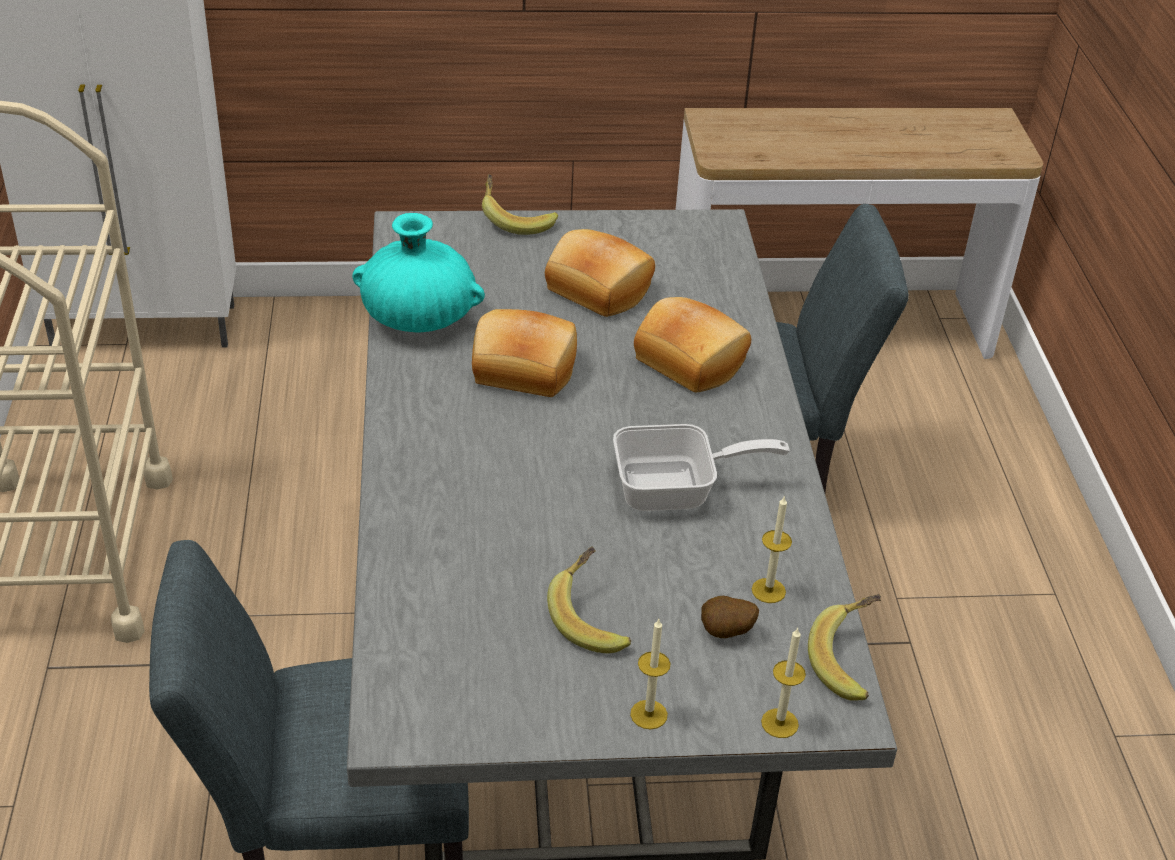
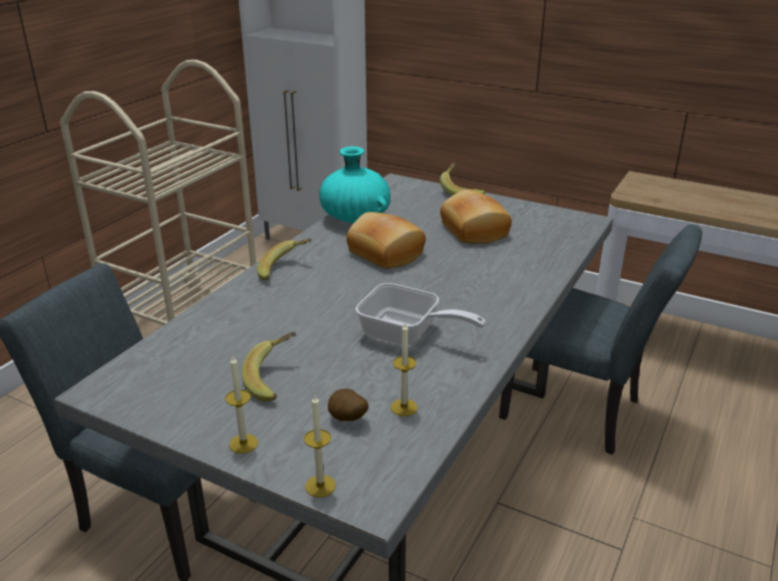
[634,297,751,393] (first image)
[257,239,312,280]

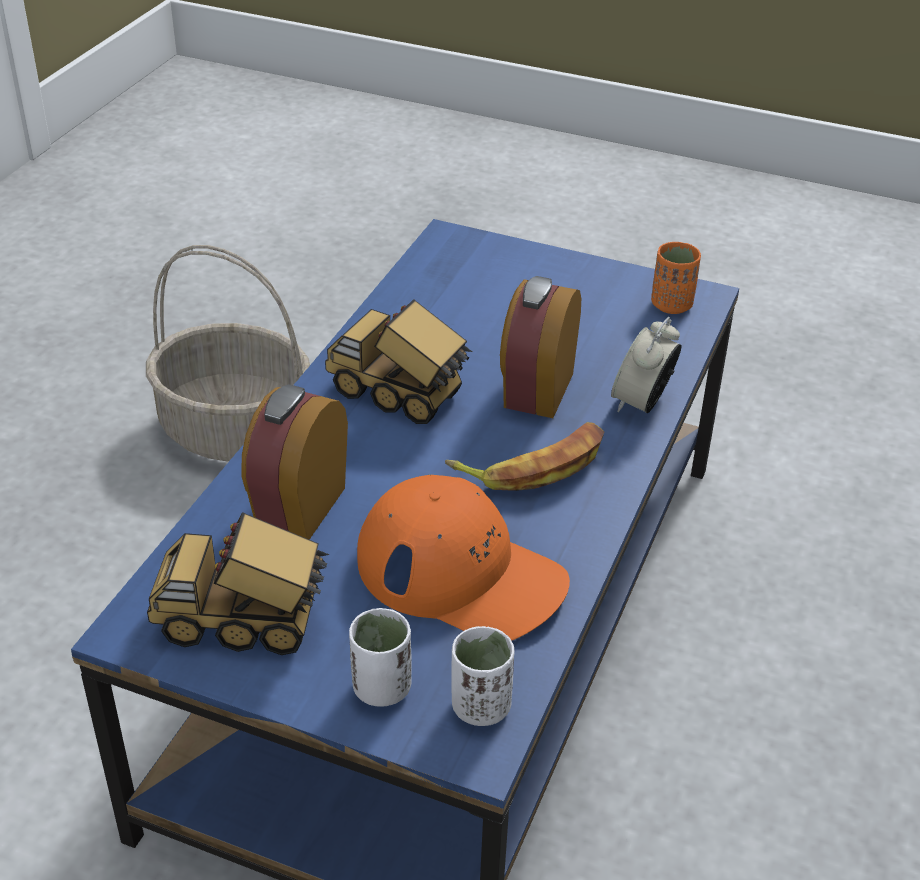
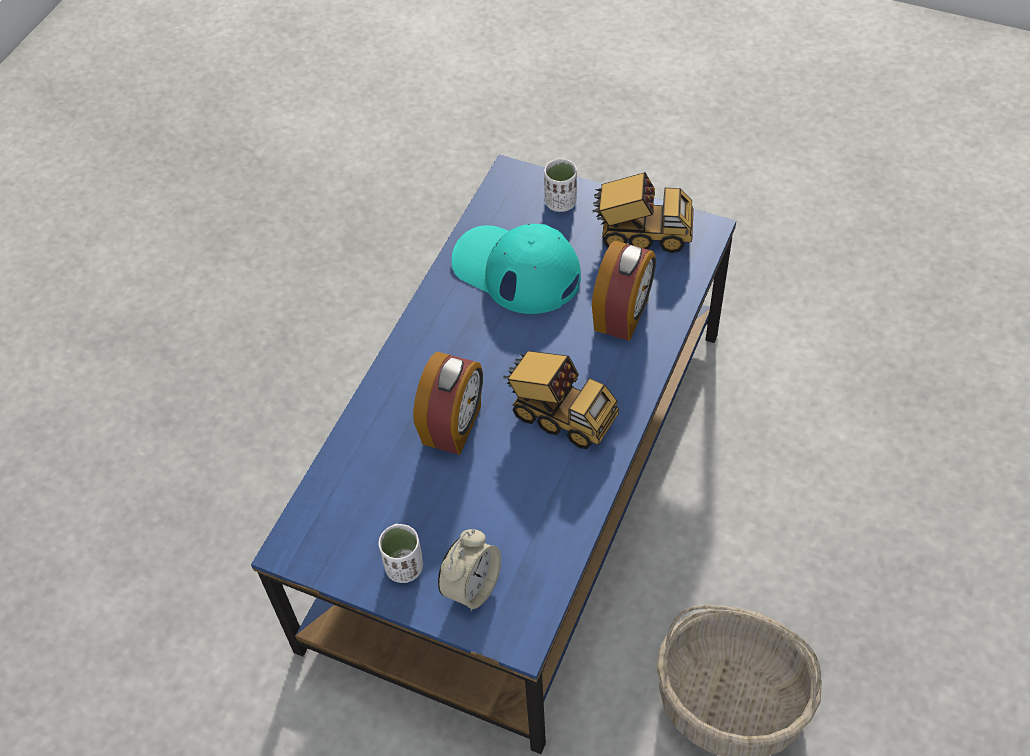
[452,224,581,314]
[445,422,604,491] (first image)
[378,524,423,583]
[438,529,501,611]
[651,242,701,314] (first image)

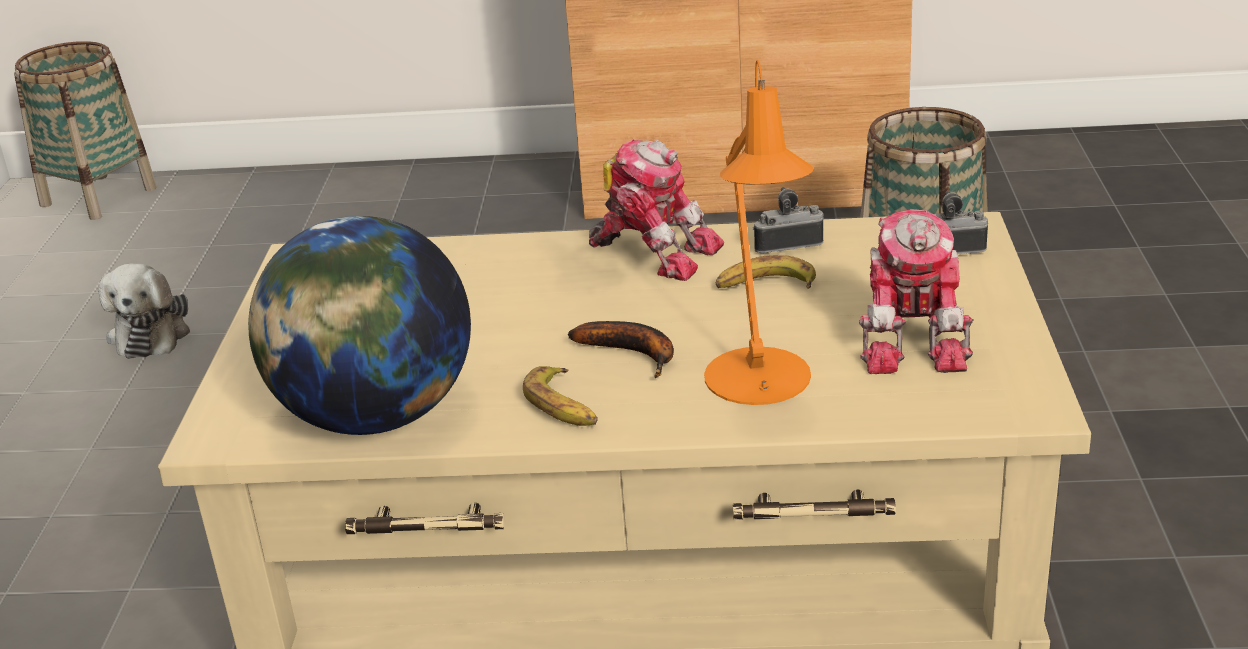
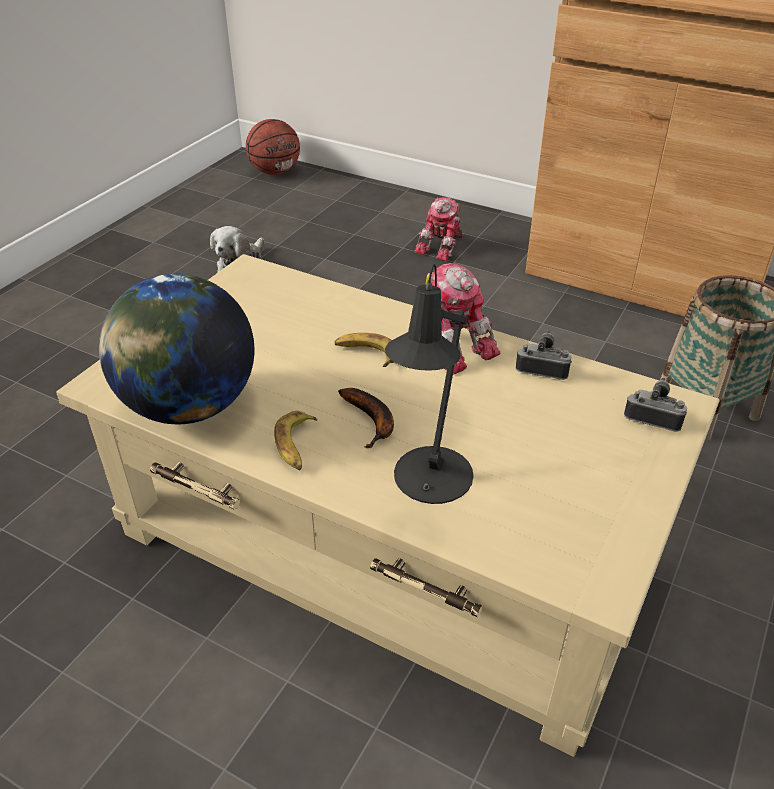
[246,119,300,175]
[385,264,474,504]
[334,333,394,367]
[414,197,464,262]

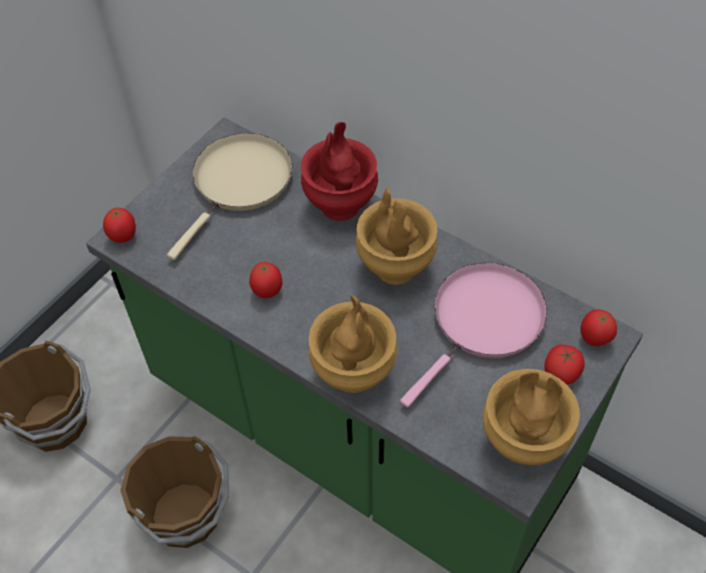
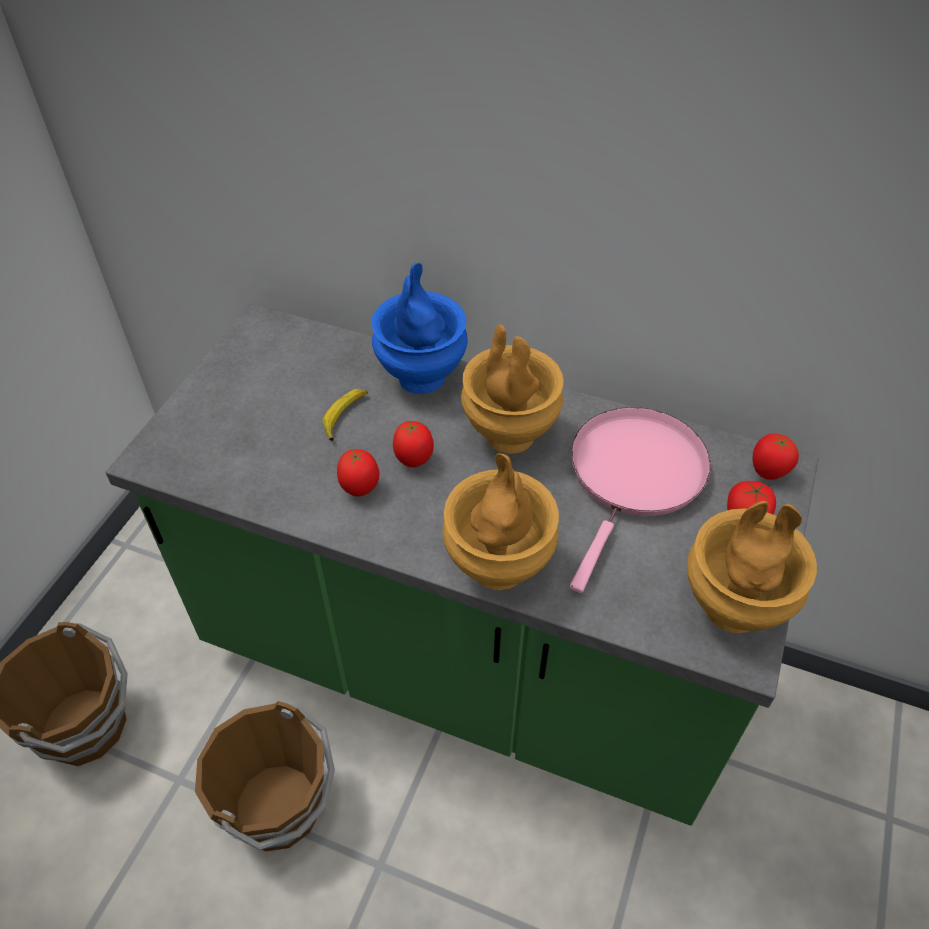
[393,420,434,467]
[167,133,293,260] (first image)
[371,263,468,394]
[322,389,368,441]

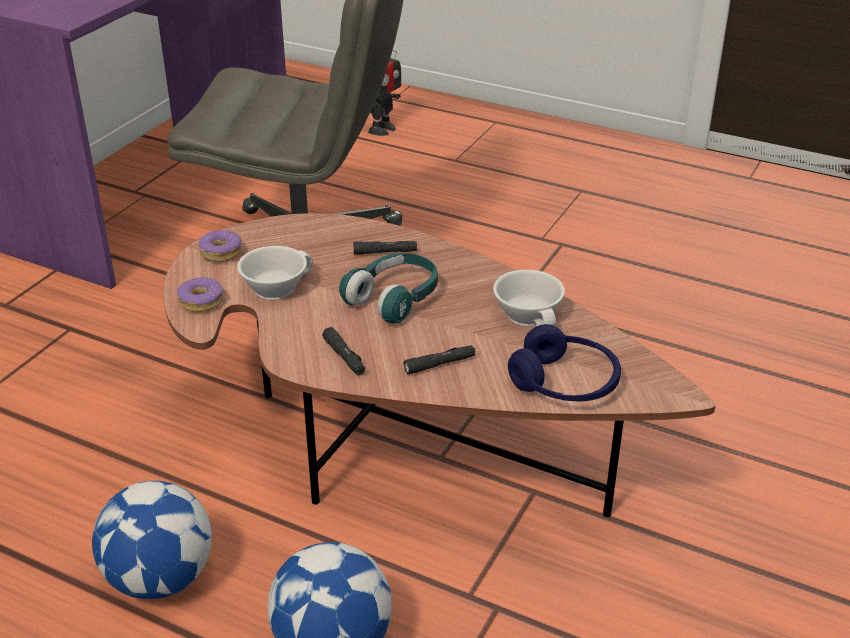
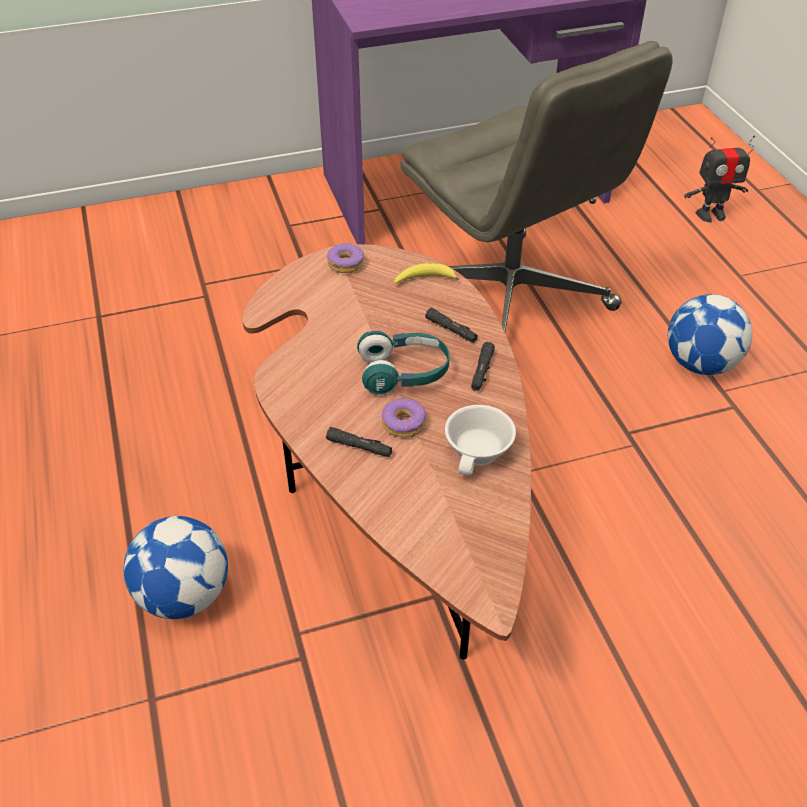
[668,294,752,375]
[382,399,426,437]
[237,246,313,300] (first image)
[471,342,495,391]
[508,324,621,401] (first image)
[394,263,459,284]

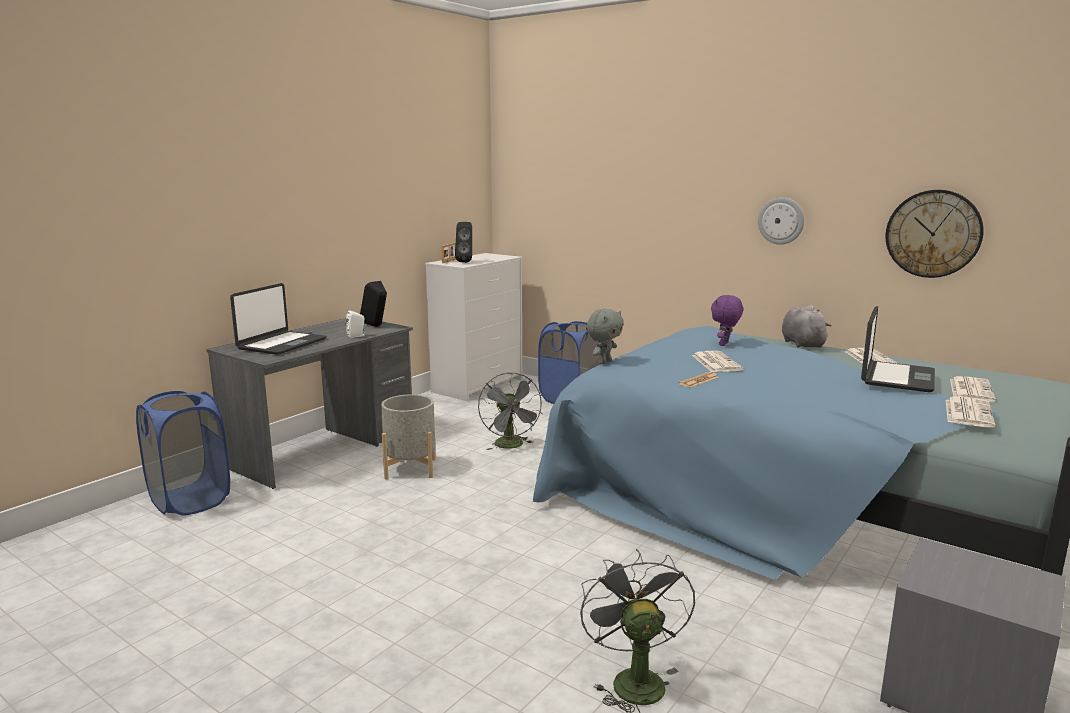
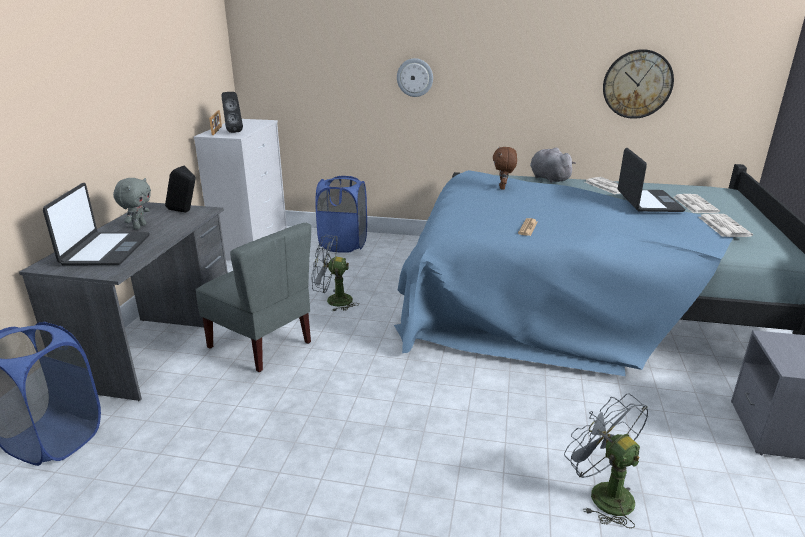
[346,310,365,338] (first image)
[196,223,311,372]
[312,235,359,311]
[113,178,151,229]
[692,351,744,372] (first image)
[493,147,517,190]
[397,58,433,97]

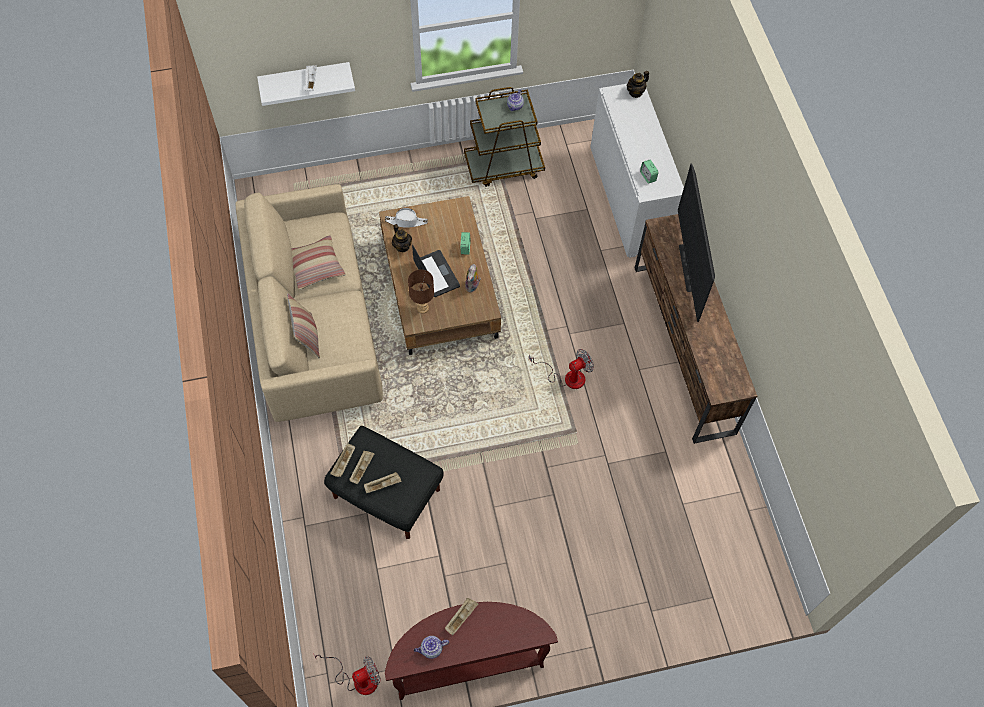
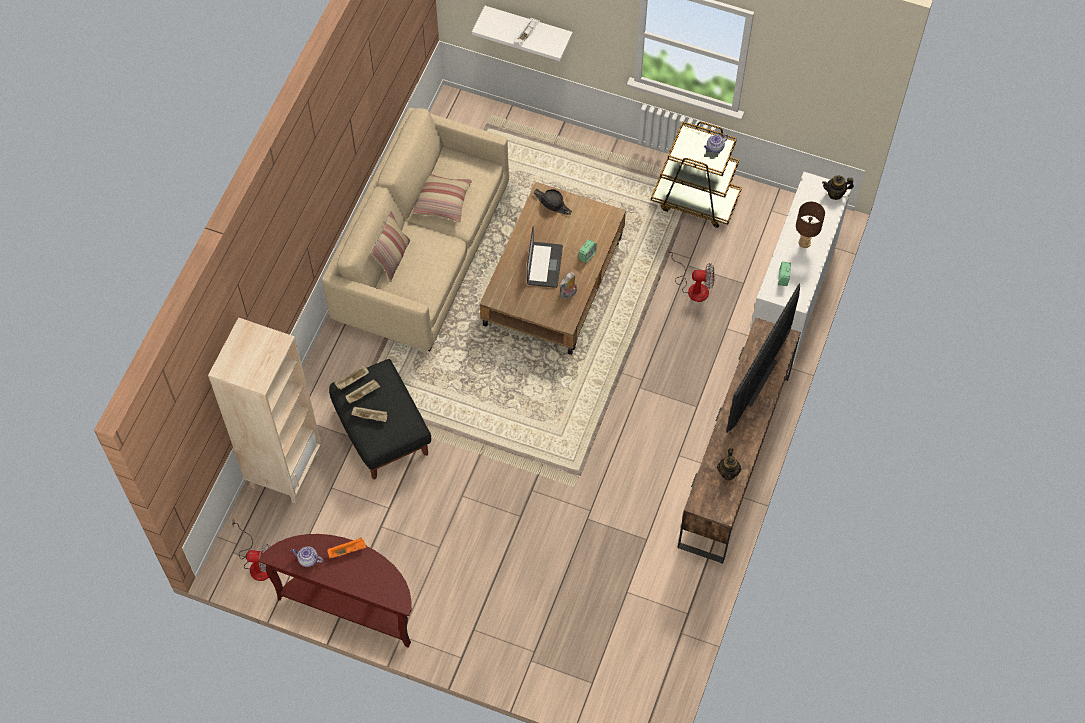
[533,189,572,215]
[717,448,741,480]
[796,202,825,248]
[327,537,366,558]
[668,248,715,302]
[208,317,321,503]

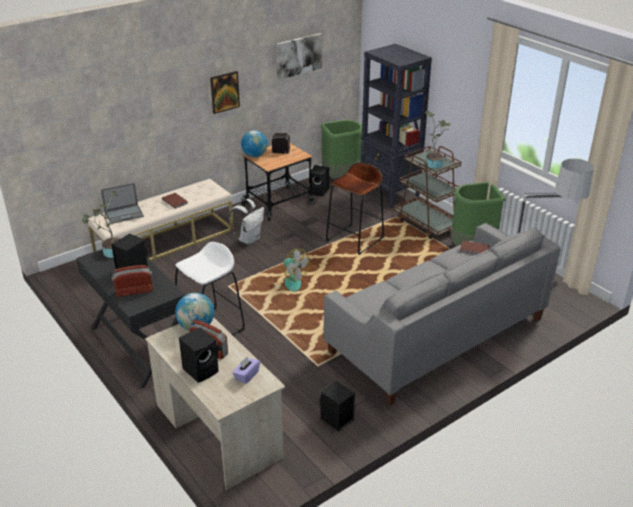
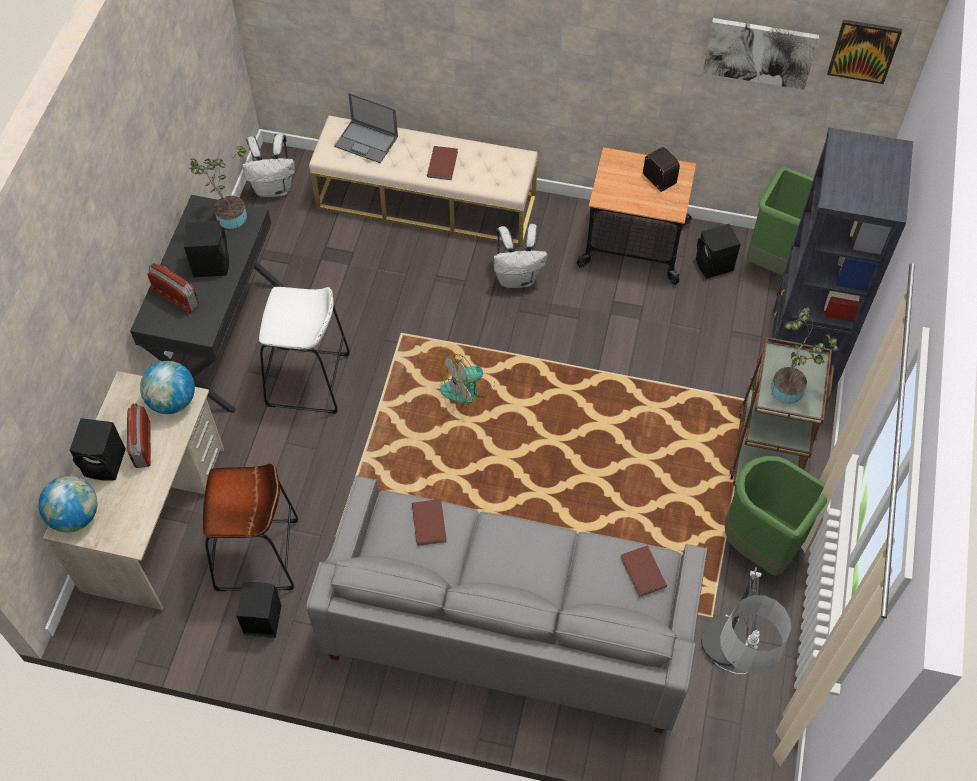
[827,20,902,84]
[233,357,260,384] (first image)
[38,476,98,532]
[440,353,495,405]
[203,463,298,591]
[242,133,295,198]
[412,499,447,546]

